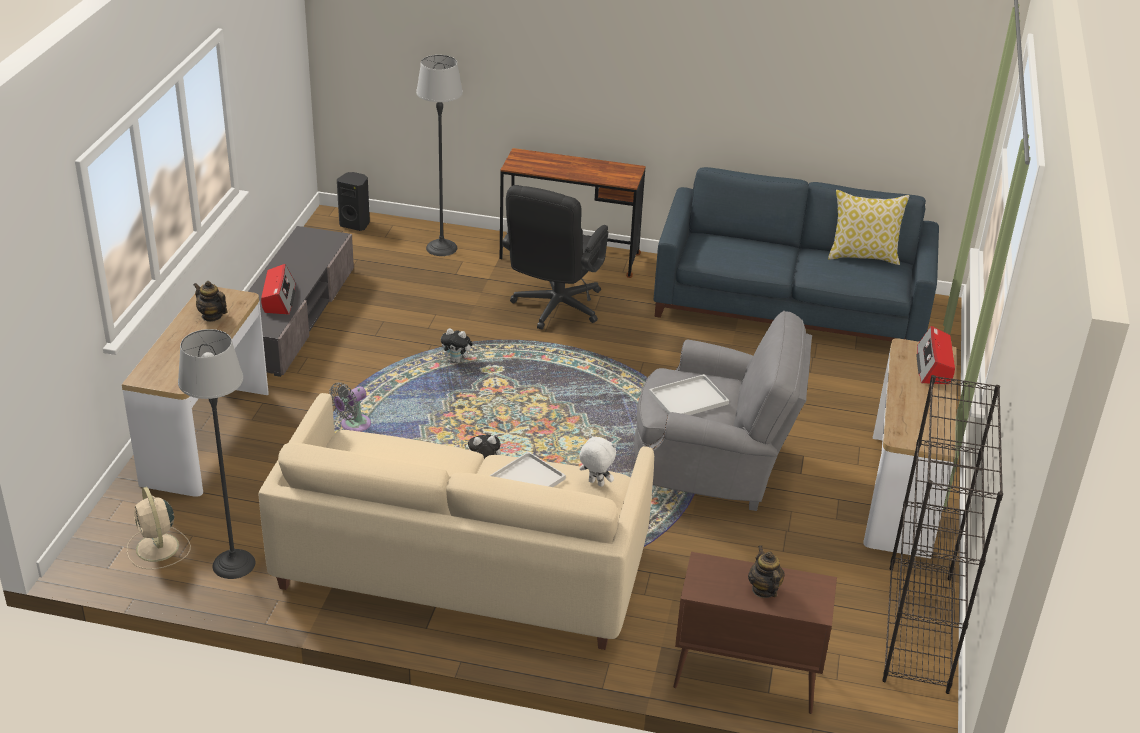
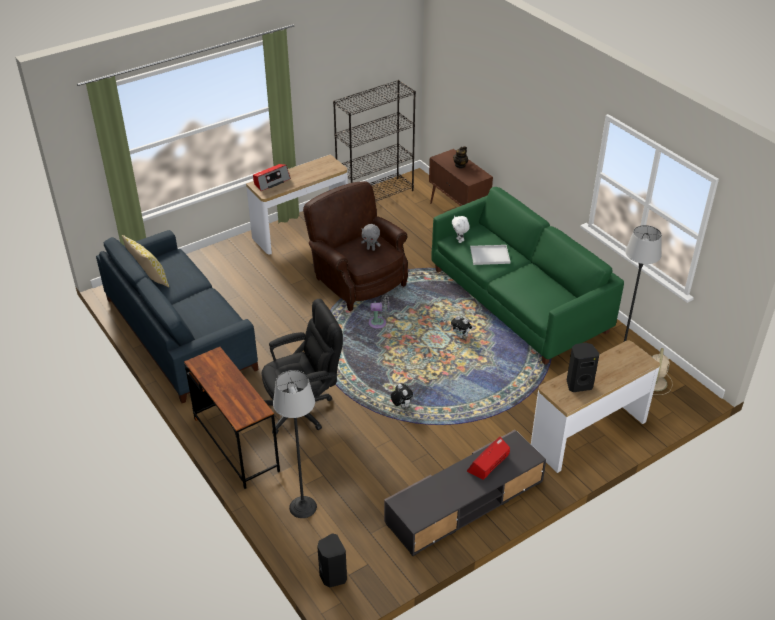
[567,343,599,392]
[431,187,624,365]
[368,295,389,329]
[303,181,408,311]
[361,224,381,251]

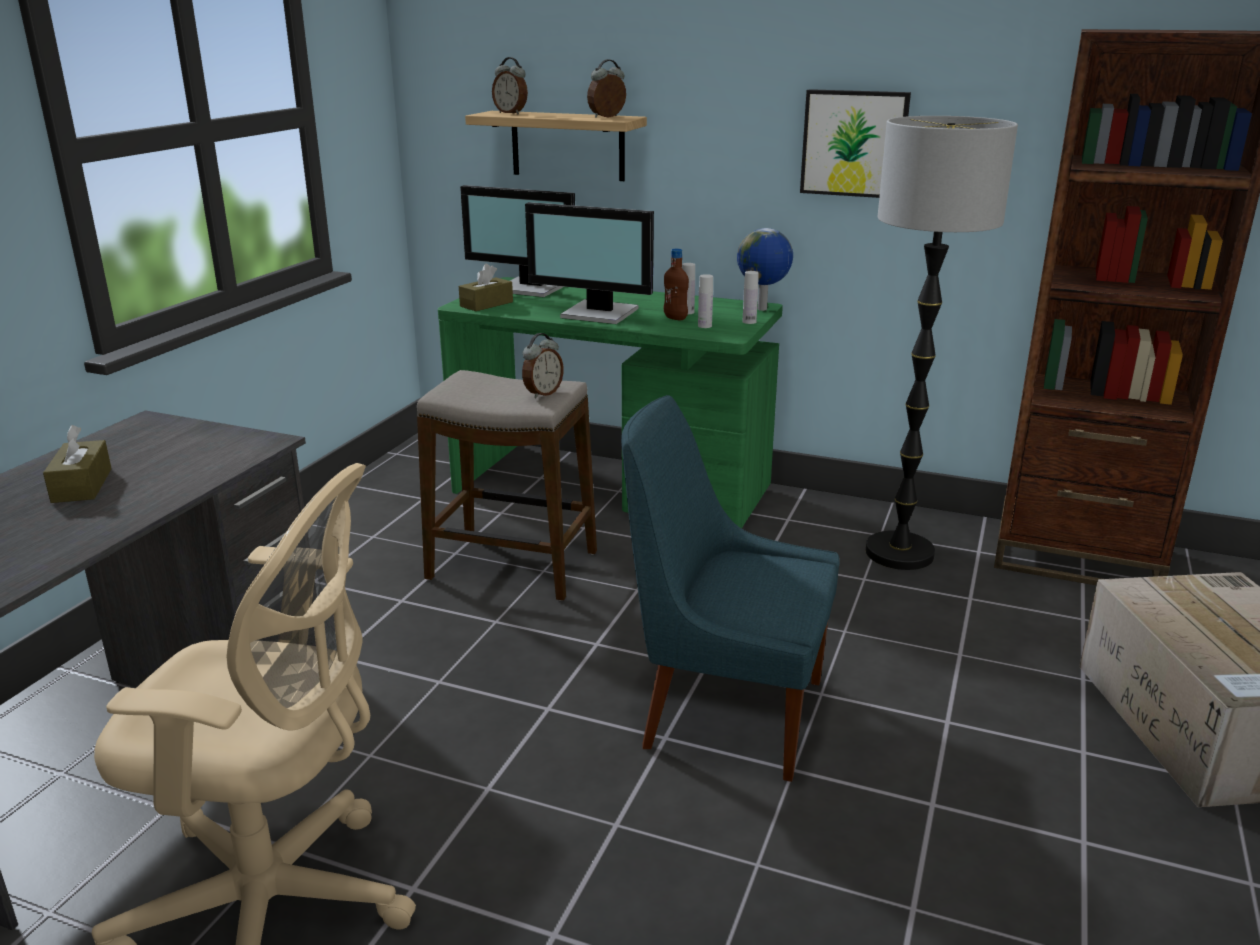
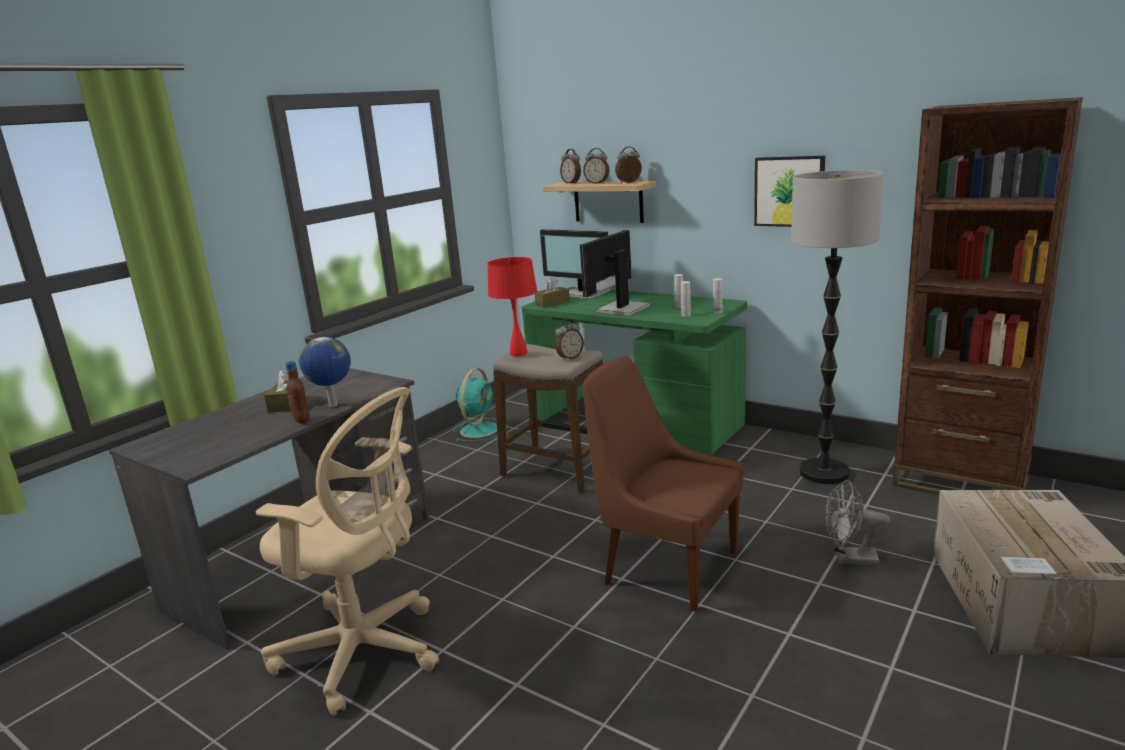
[580,230,650,316]
[583,356,743,612]
[285,361,310,424]
[299,337,351,407]
[453,368,507,441]
[487,257,537,357]
[583,148,609,184]
[825,480,890,565]

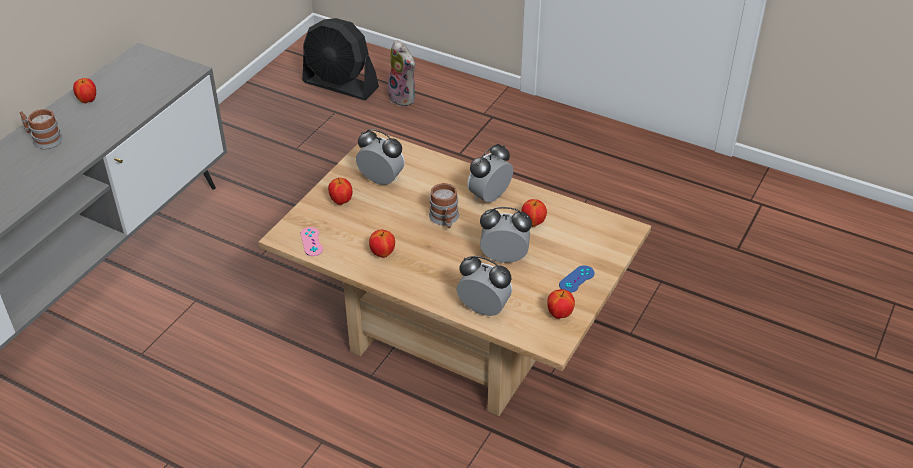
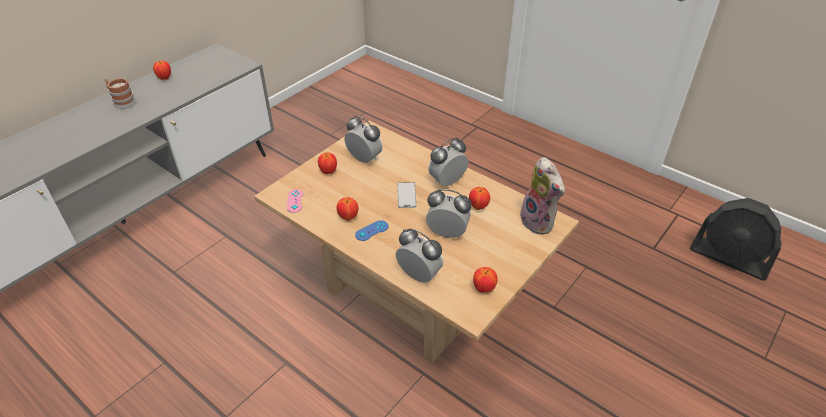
[690,198,782,281]
[518,157,565,234]
[397,182,416,208]
[355,220,388,241]

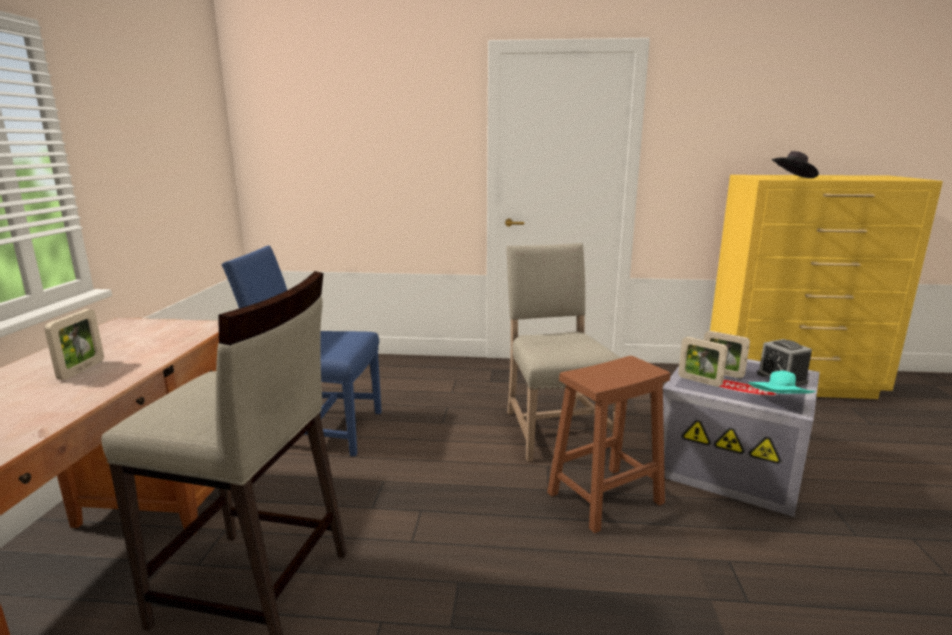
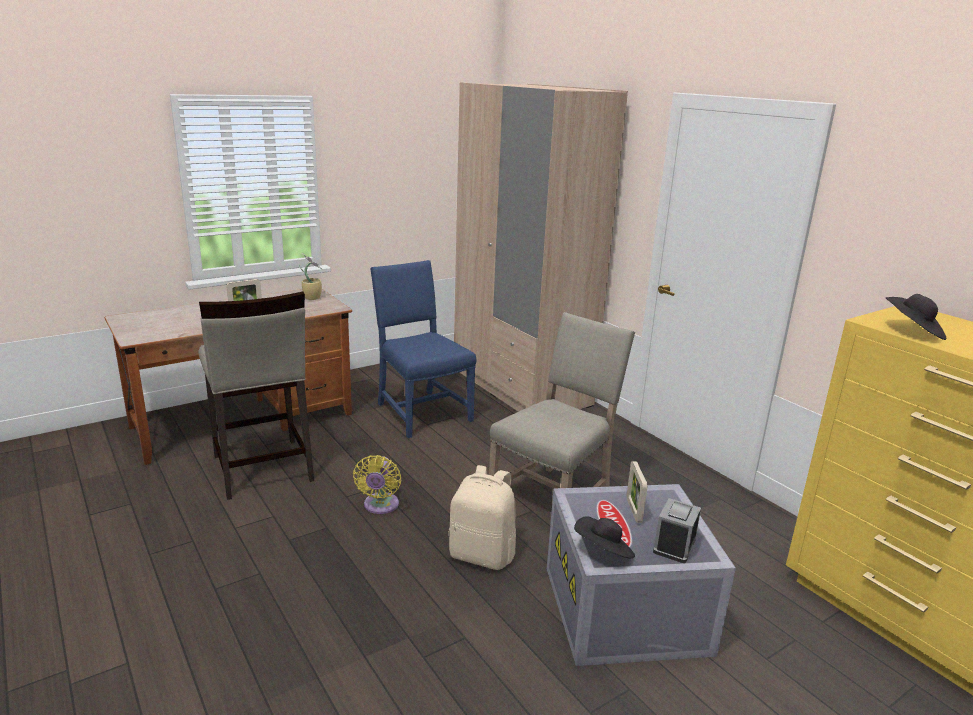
[448,465,516,570]
[678,337,728,387] (first image)
[574,516,635,559]
[299,253,322,300]
[353,455,401,514]
[454,82,628,412]

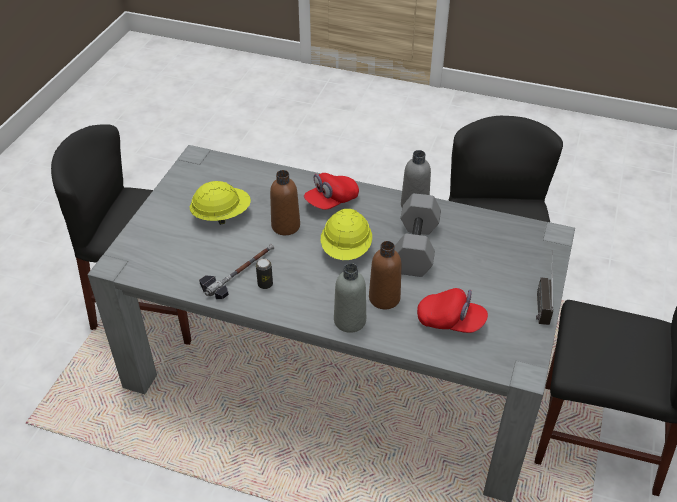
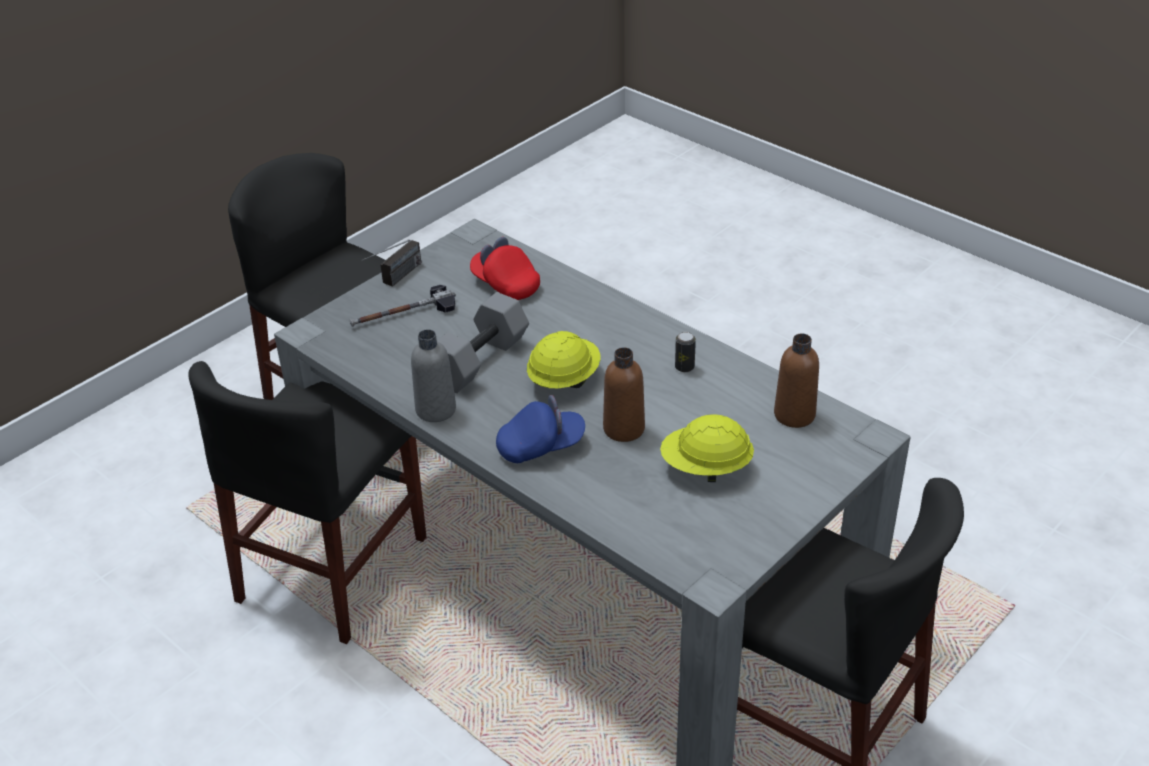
[350,285,456,327]
[496,395,585,463]
[334,263,366,333] (first image)
[774,333,819,428]

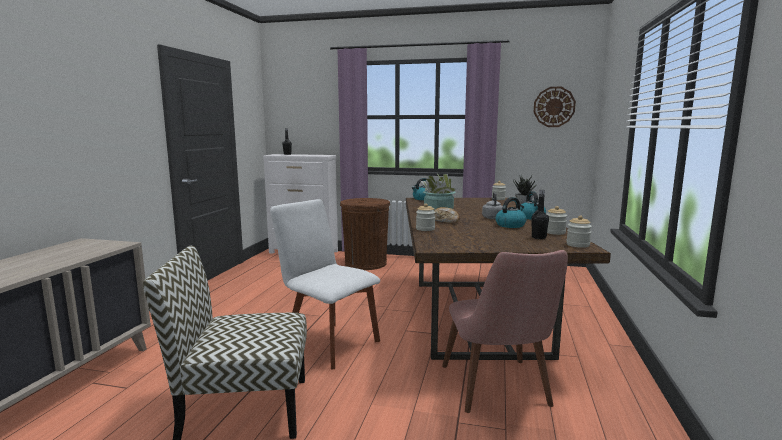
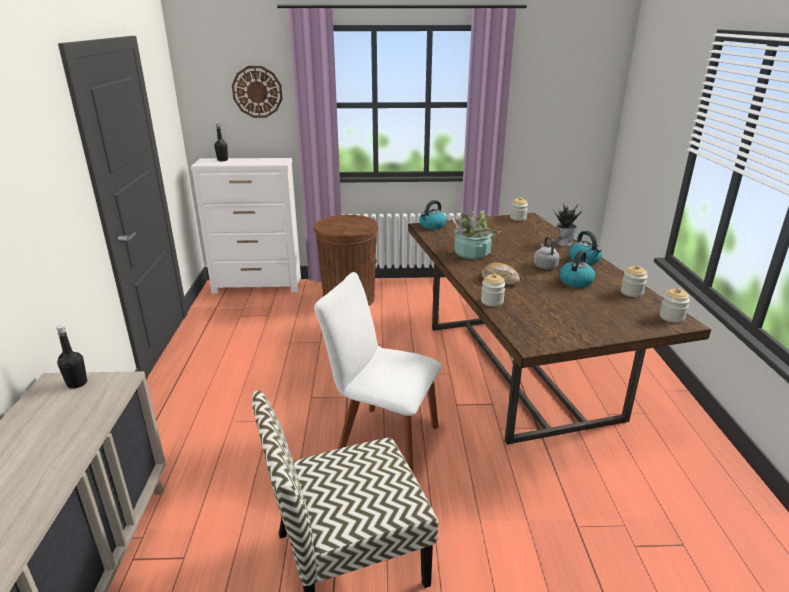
[442,250,568,413] (first image)
[56,325,87,389]
[232,66,283,118]

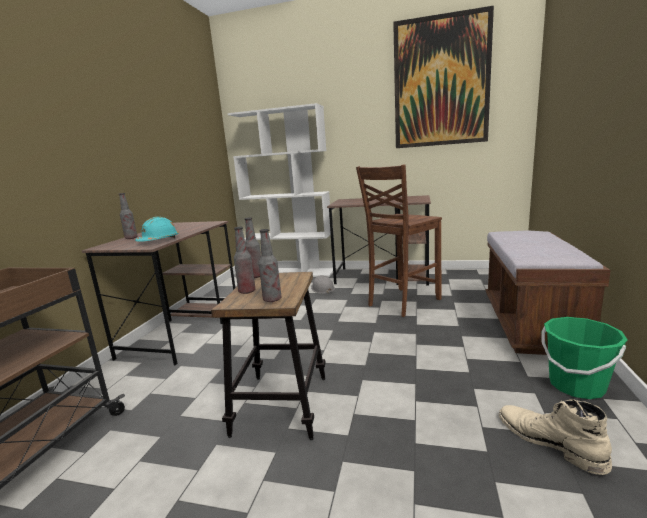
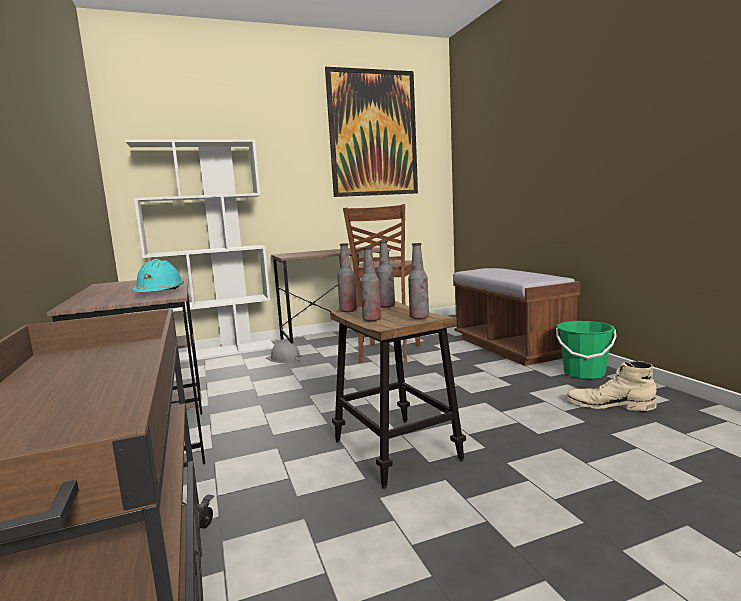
[376,241,395,308]

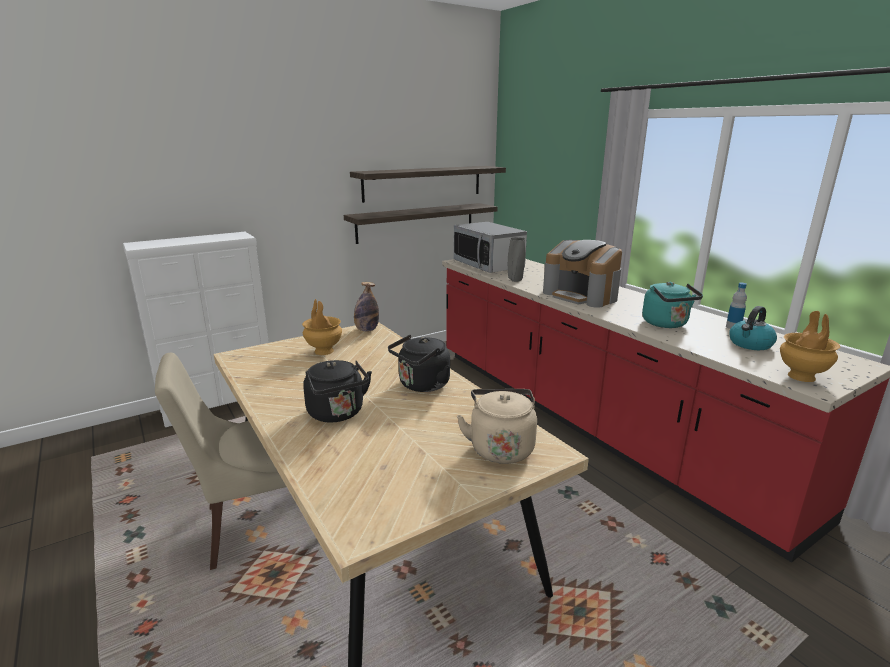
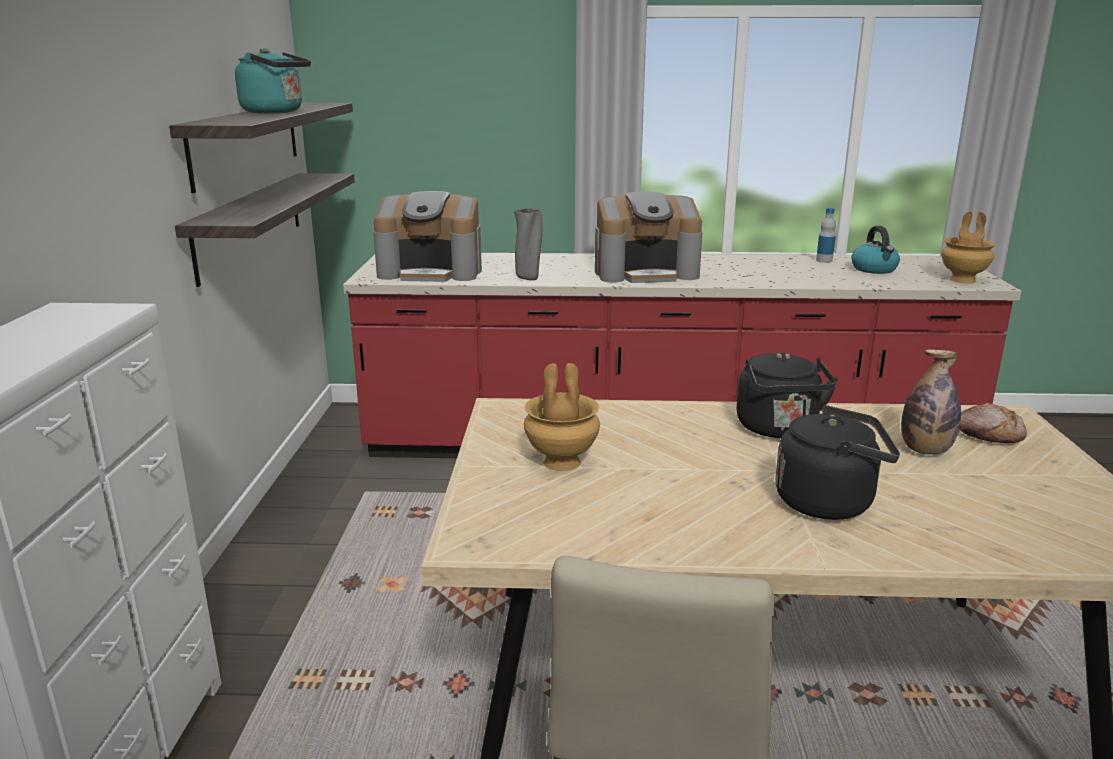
[901,349,961,455]
[373,191,482,282]
[959,403,1027,443]
[235,48,311,113]

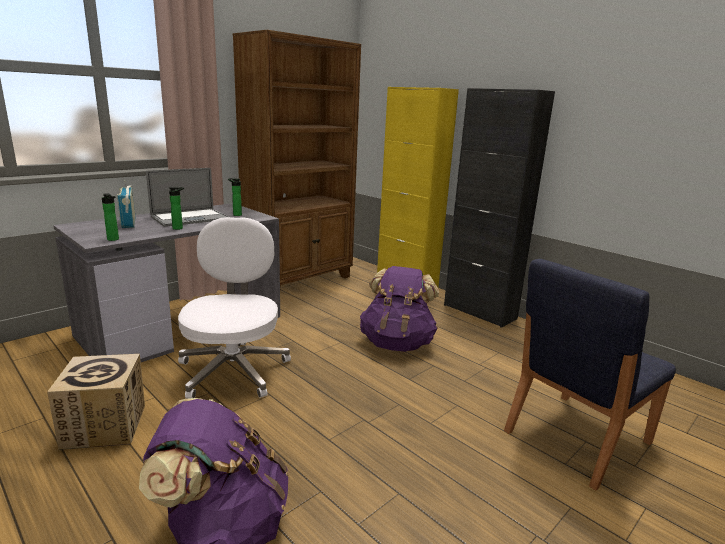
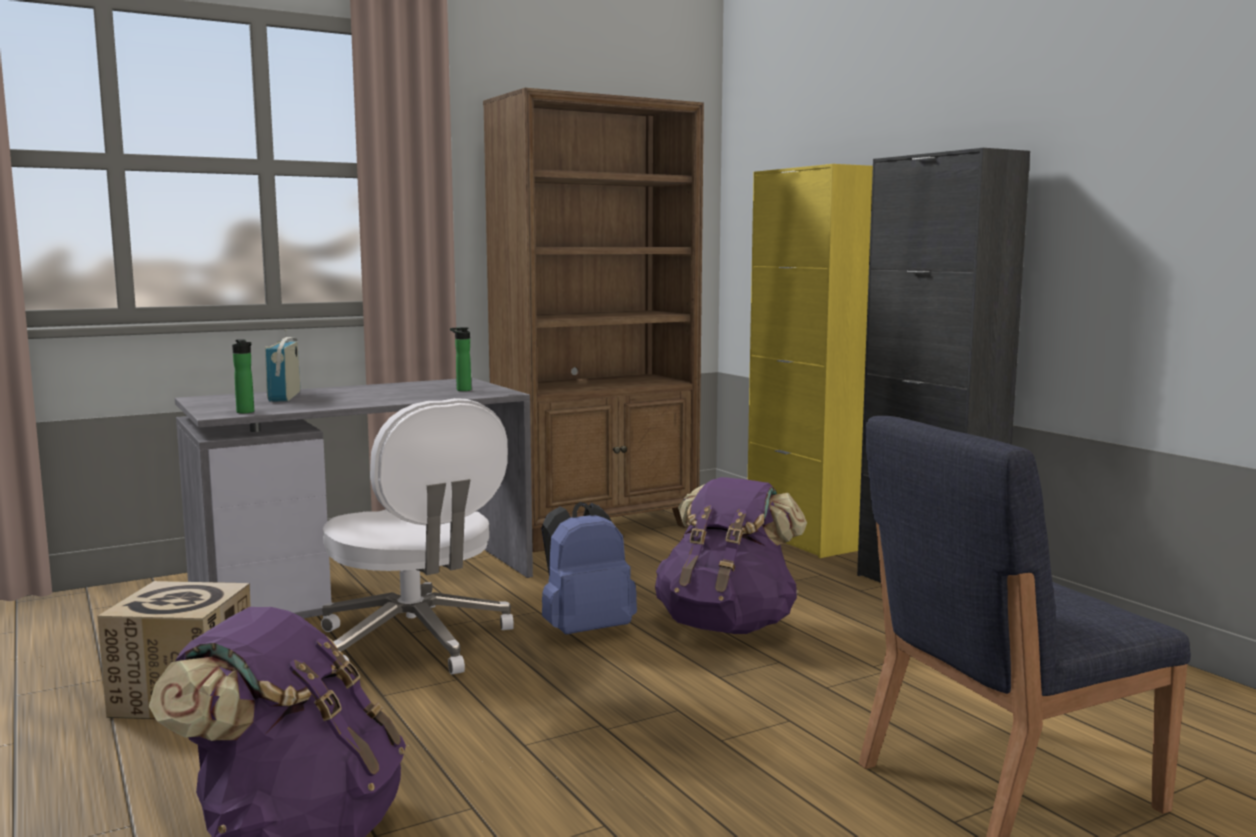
[146,168,228,227] (first image)
[169,187,184,230] (first image)
[321,398,514,675]
[541,502,637,634]

